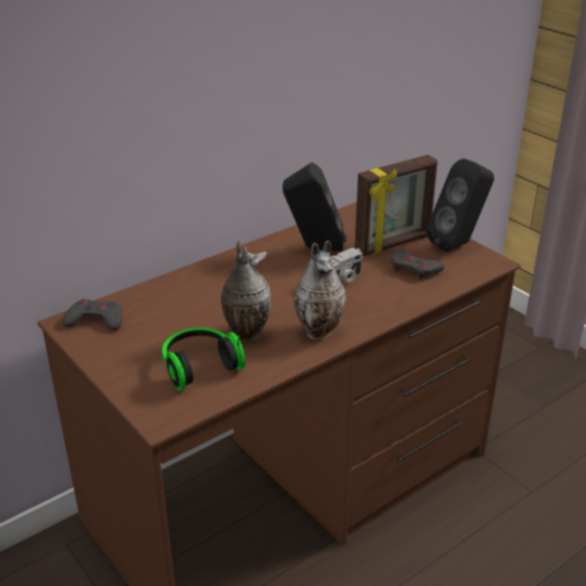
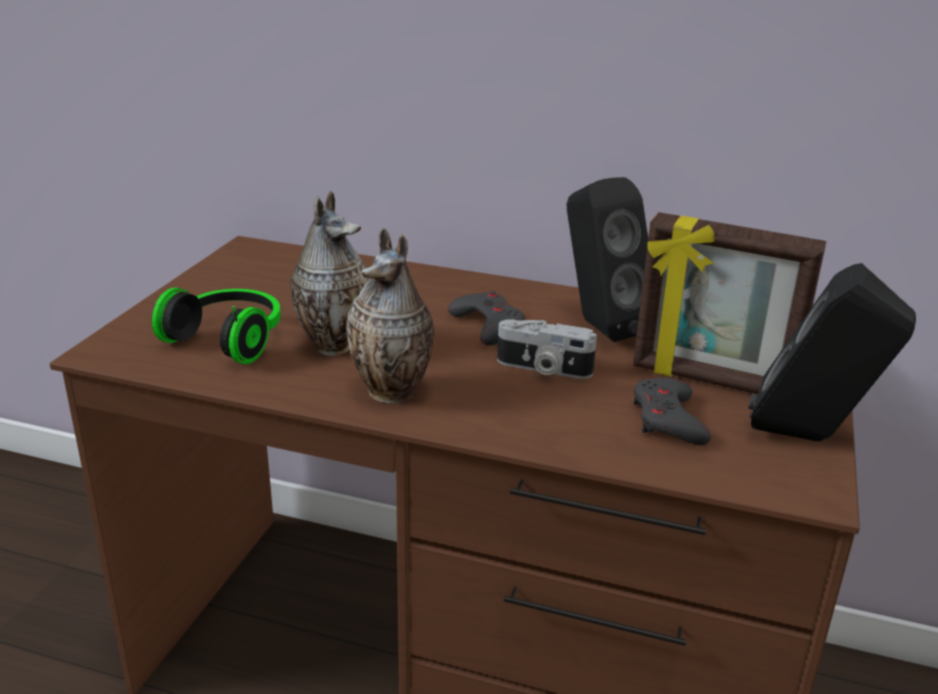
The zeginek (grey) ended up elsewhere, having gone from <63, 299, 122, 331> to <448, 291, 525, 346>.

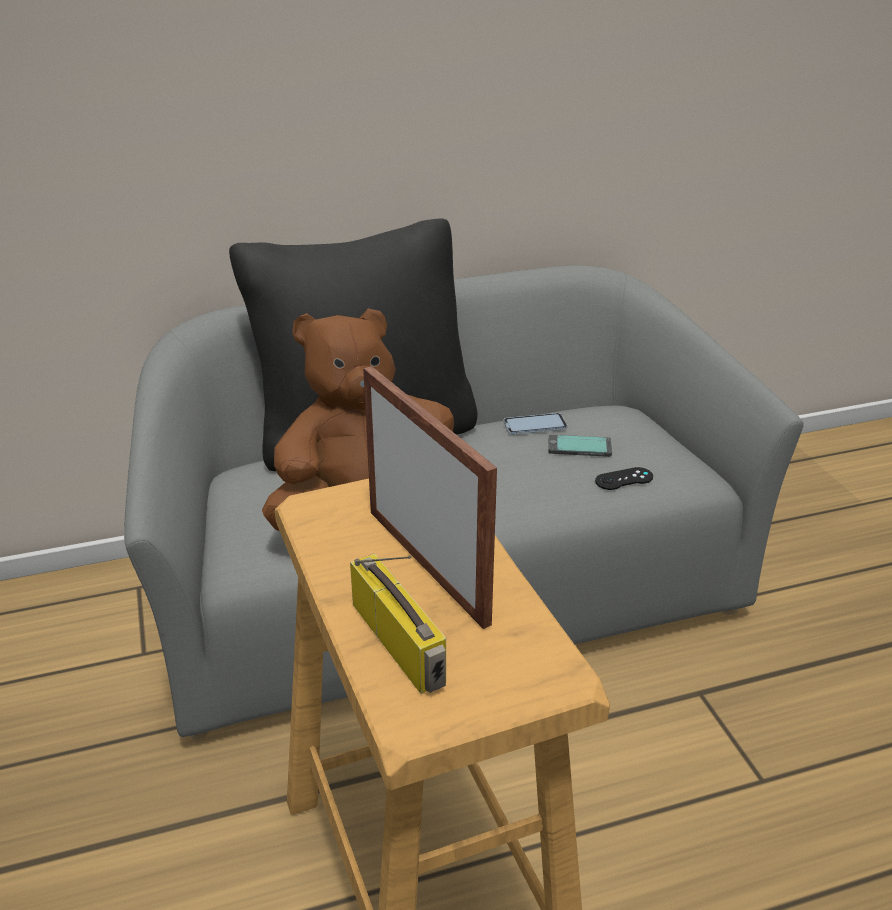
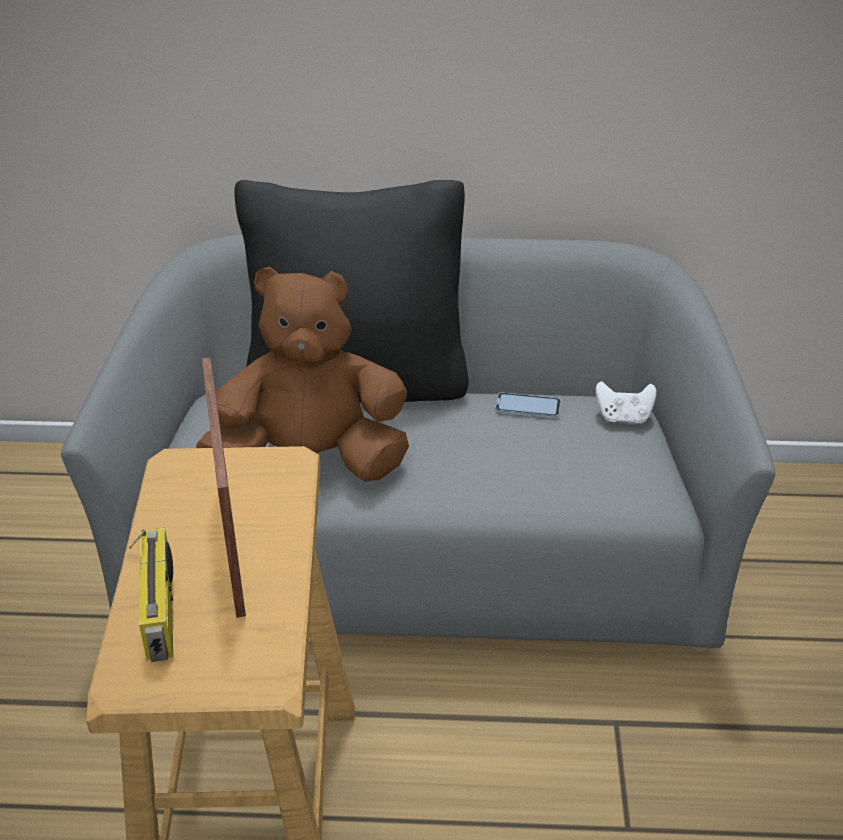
The second view lost the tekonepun at <548, 435, 612, 457>.
The second view lost the zeginek (black) at <595, 467, 653, 490>.
The second view gained the zeginek (white) at <595, 381, 657, 424>.

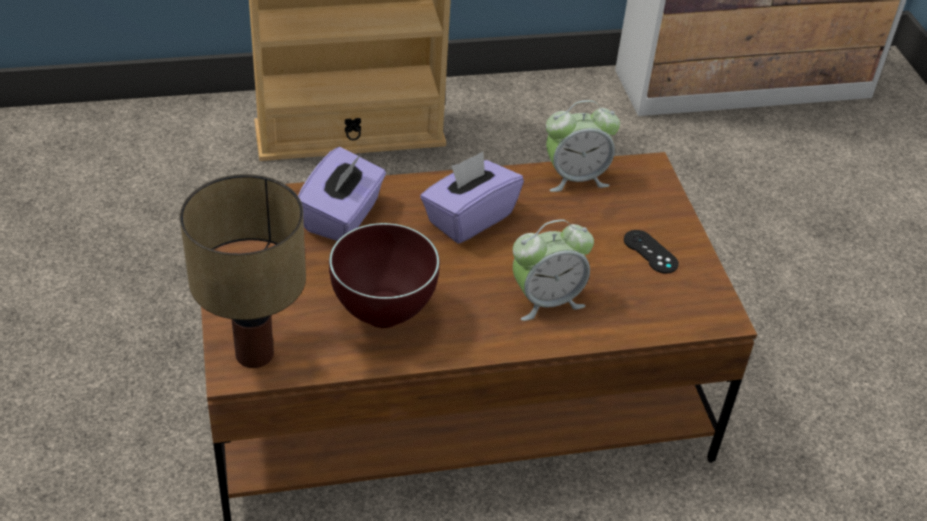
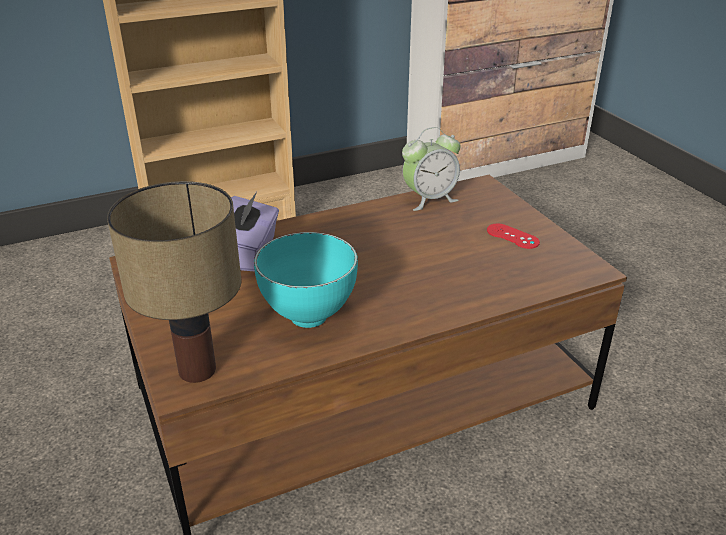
The second view lost the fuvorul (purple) at <420, 151, 524, 243>.
The second view lost the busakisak at <513, 219, 594, 321>.
What was the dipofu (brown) at <329, 223, 440, 328> turned into the dipofu (turquoise) at <254, 232, 358, 328>.
What was the zeginek (black) at <624, 230, 679, 274> turned into the zeginek (red) at <487, 224, 540, 249>.

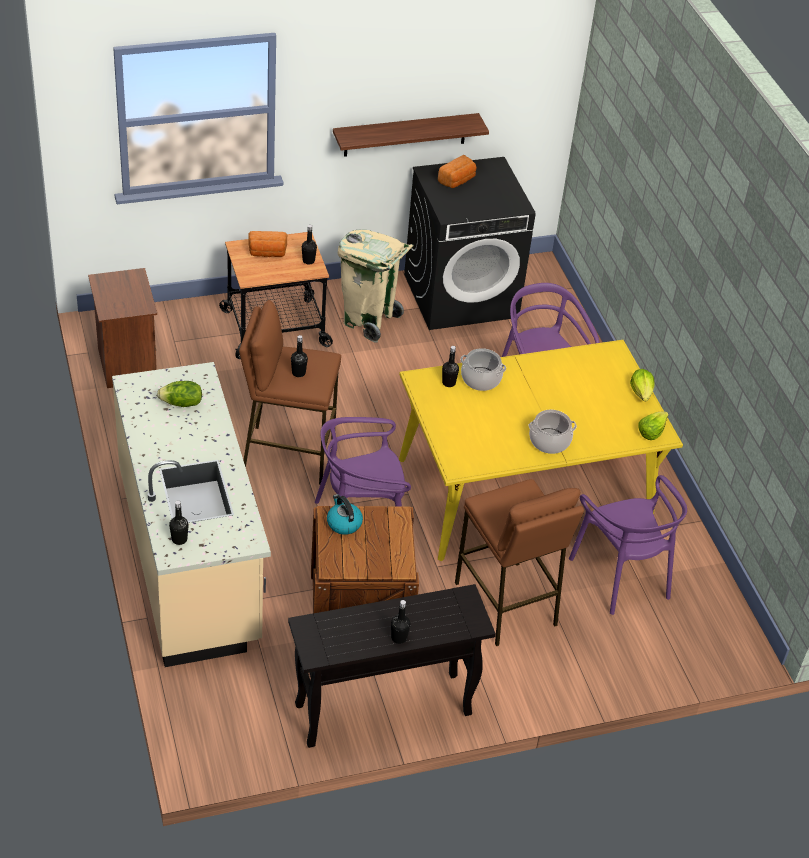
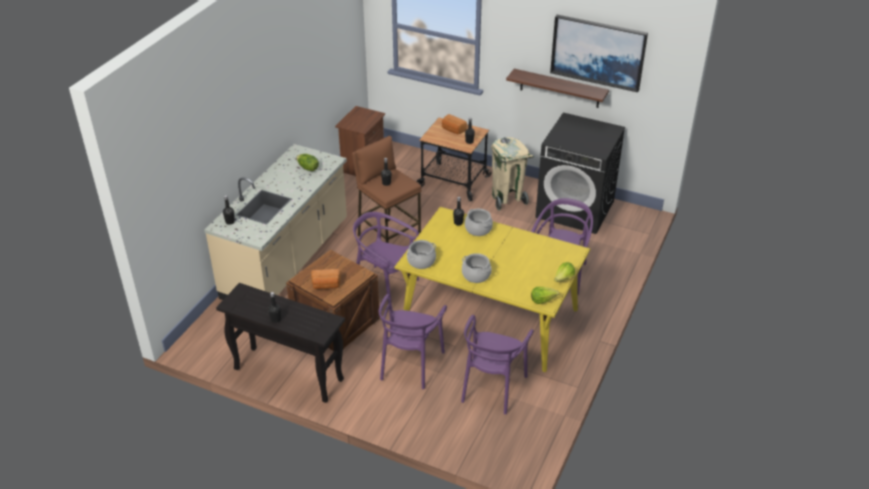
The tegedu ended up elsewhere, having gone from <438, 155, 477, 188> to <311, 269, 341, 289>.
Where the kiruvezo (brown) stood at <455, 479, 584, 646>, the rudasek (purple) came to stand at <379, 294, 447, 389>.
The second view lost the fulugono at <327, 494, 363, 535>.
The second view gained the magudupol at <550, 15, 648, 92>.
The second view gained the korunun at <407, 240, 436, 269>.

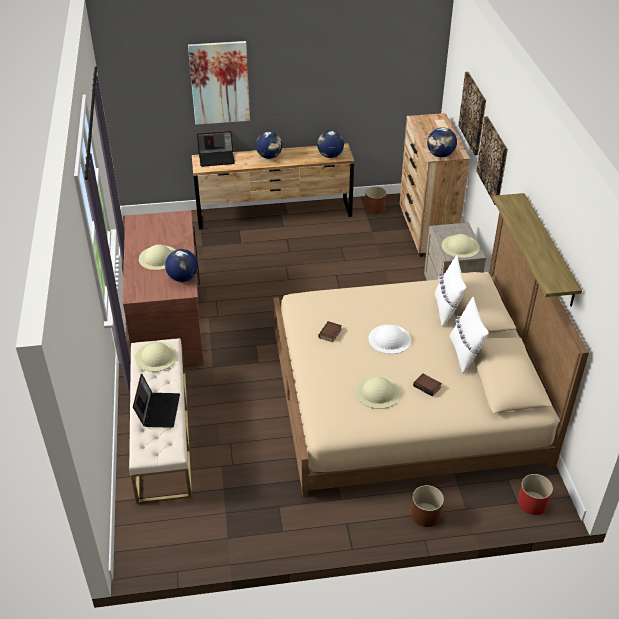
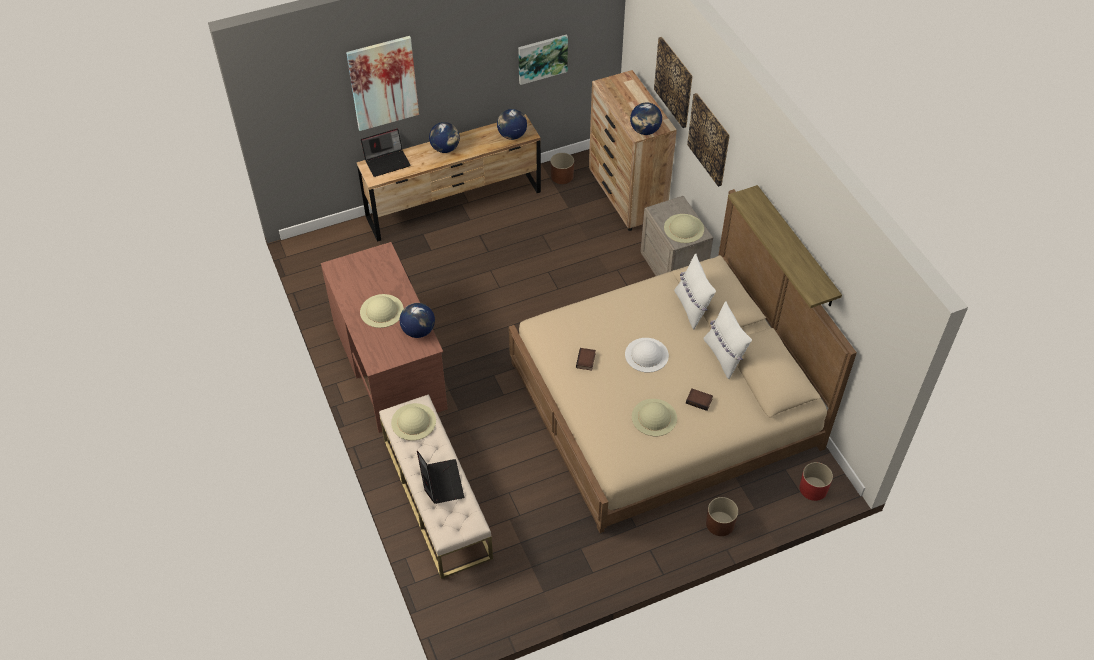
The second view gained the magudupol at <518, 34, 568, 85>.

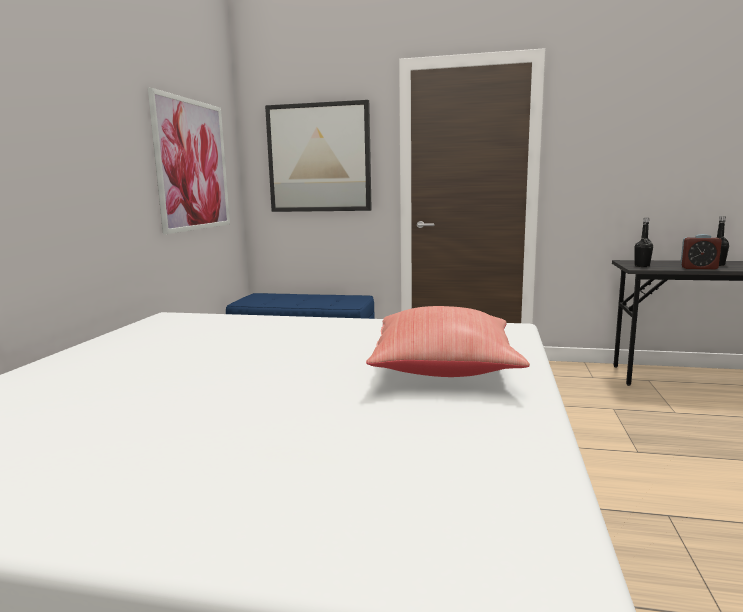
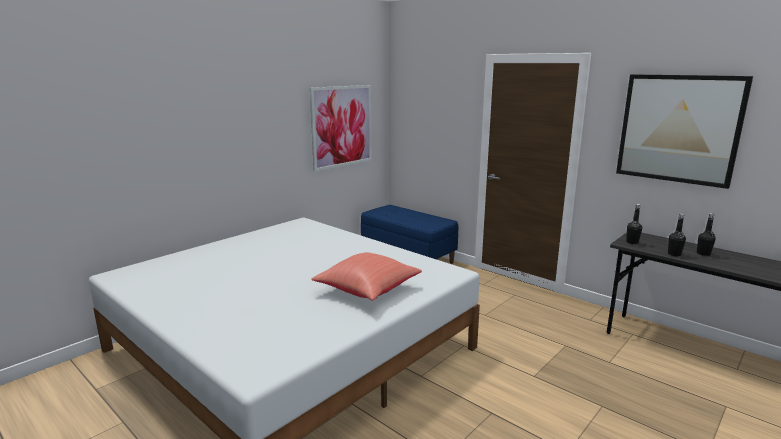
The magudupol ended up elsewhere, having gone from <265, 100, 372, 212> to <616, 74, 753, 189>.
Where the busakisak stood at <680, 234, 722, 269>, the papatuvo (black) came to stand at <668, 214, 686, 256>.

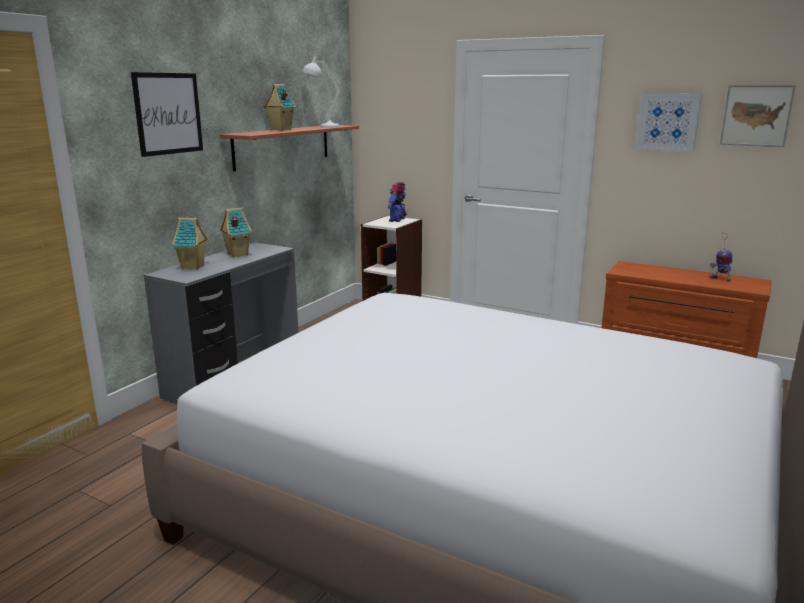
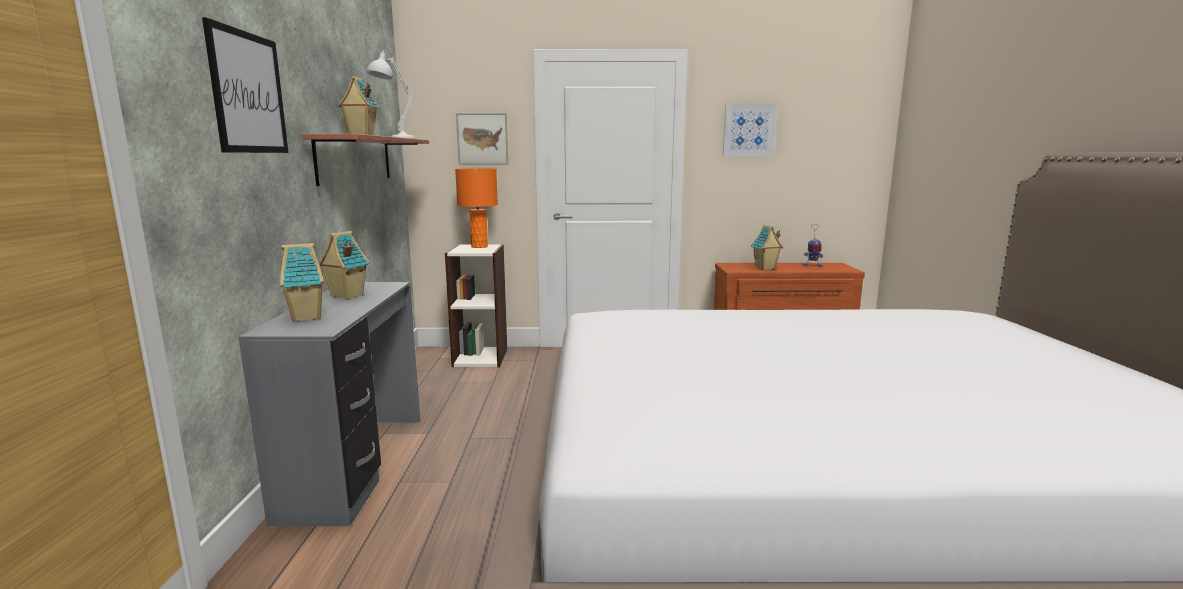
The magudupol ended up elsewhere, having gone from <720, 85, 796, 147> to <456, 113, 508, 165>.
Where the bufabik stood at <388, 182, 407, 222>, the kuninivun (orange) came to stand at <455, 168, 498, 248>.
The second view gained the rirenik at <751, 224, 783, 270>.

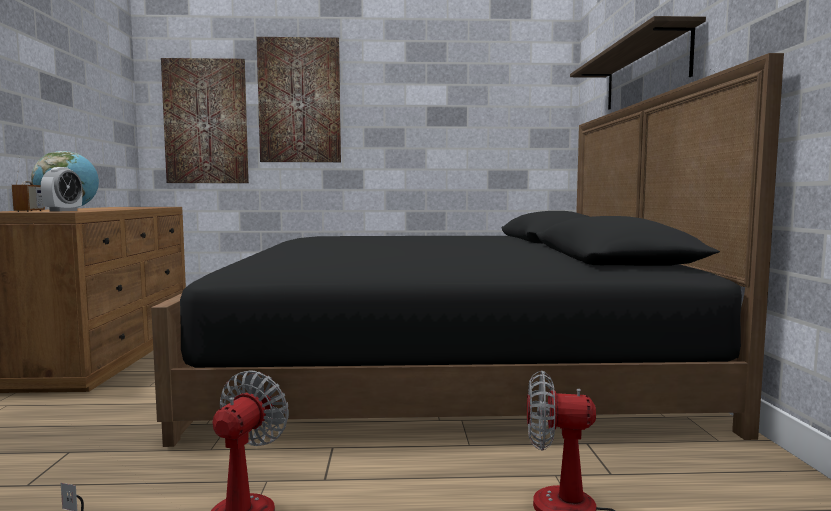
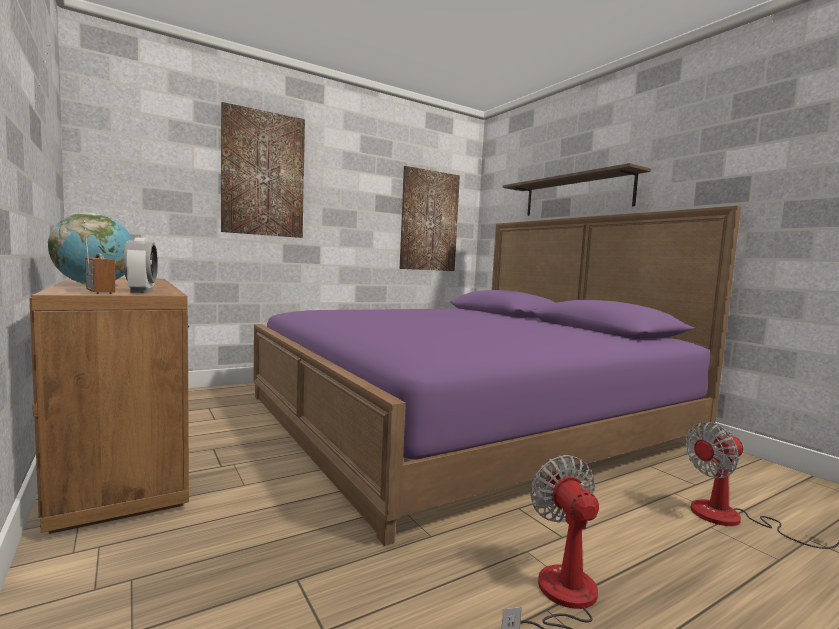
What was the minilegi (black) at <151, 53, 784, 447> turned into the minilegi (purple) at <253, 206, 741, 546>.
The magudupol ended up elsewhere, having gone from <161, 58, 249, 183> to <400, 166, 460, 271>.

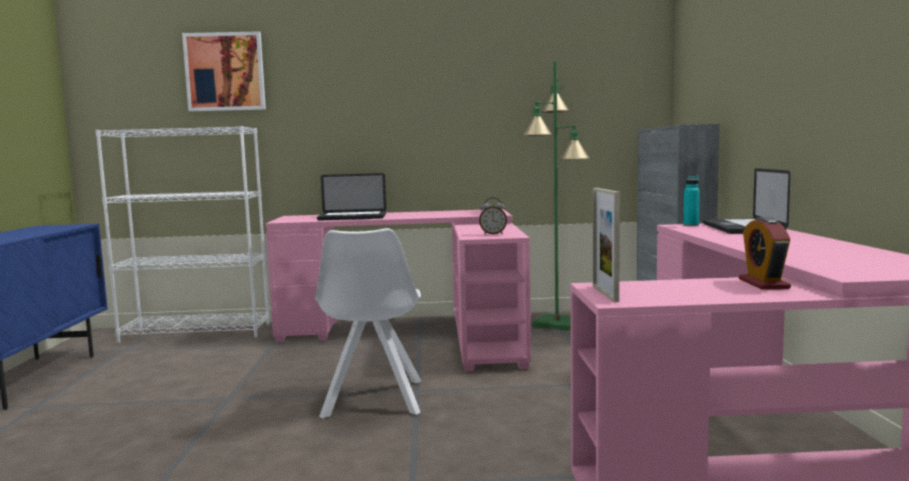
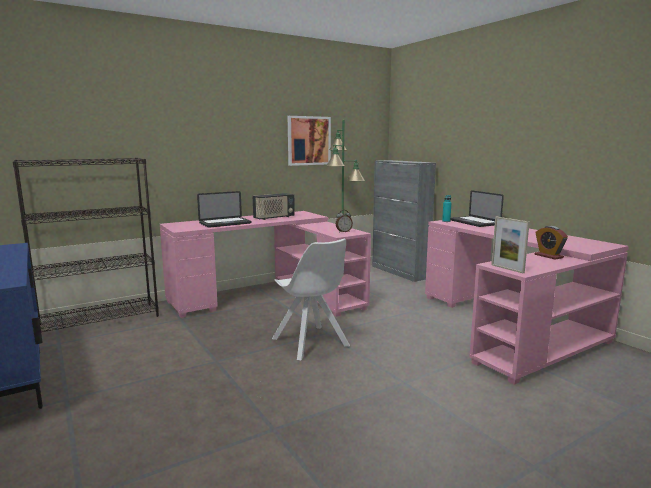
The magudupol ended up elsewhere, having gone from <182, 31, 266, 111> to <288, 116, 331, 166>.
What was the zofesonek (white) at <96, 126, 270, 343> turned into the zofesonek (black) at <13, 158, 159, 332>.
The second view gained the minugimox at <253, 193, 295, 220>.

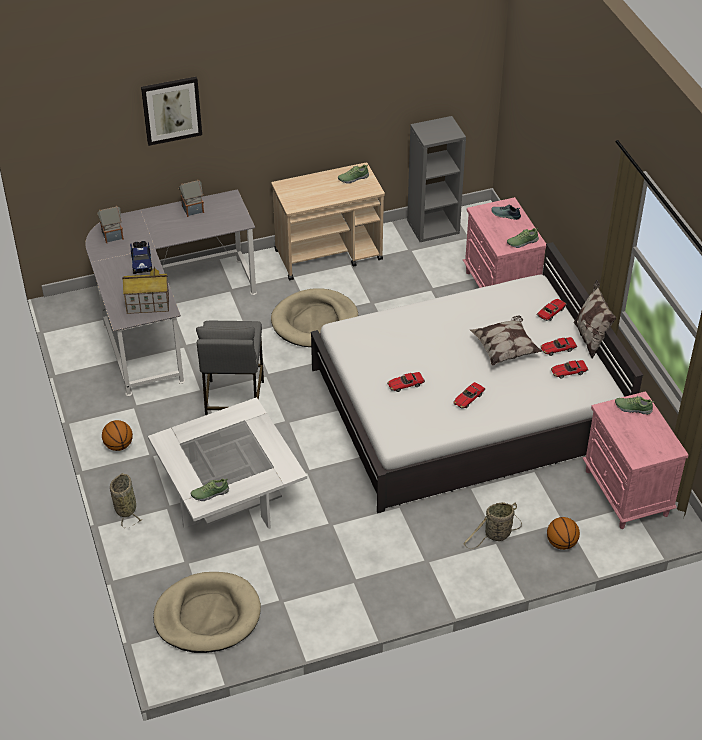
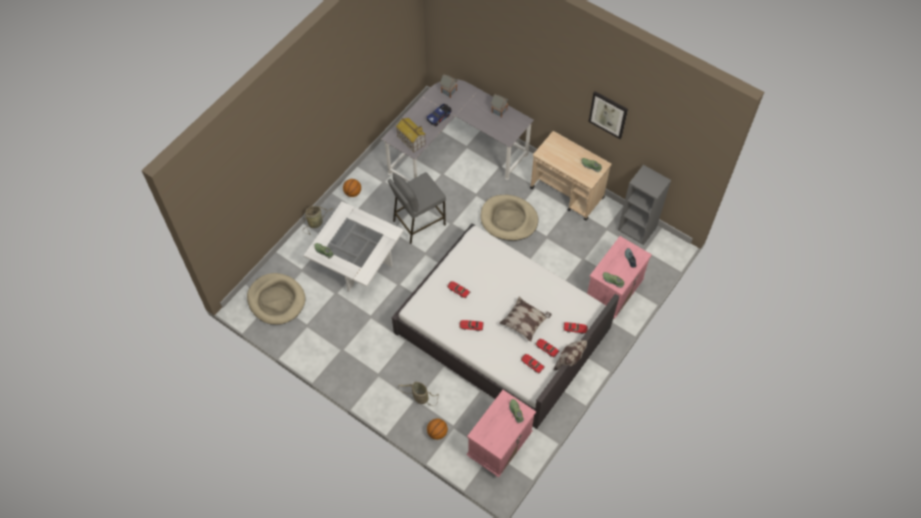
The magudupol ended up elsewhere, having gone from <141, 77, 202, 146> to <589, 91, 628, 139>.

